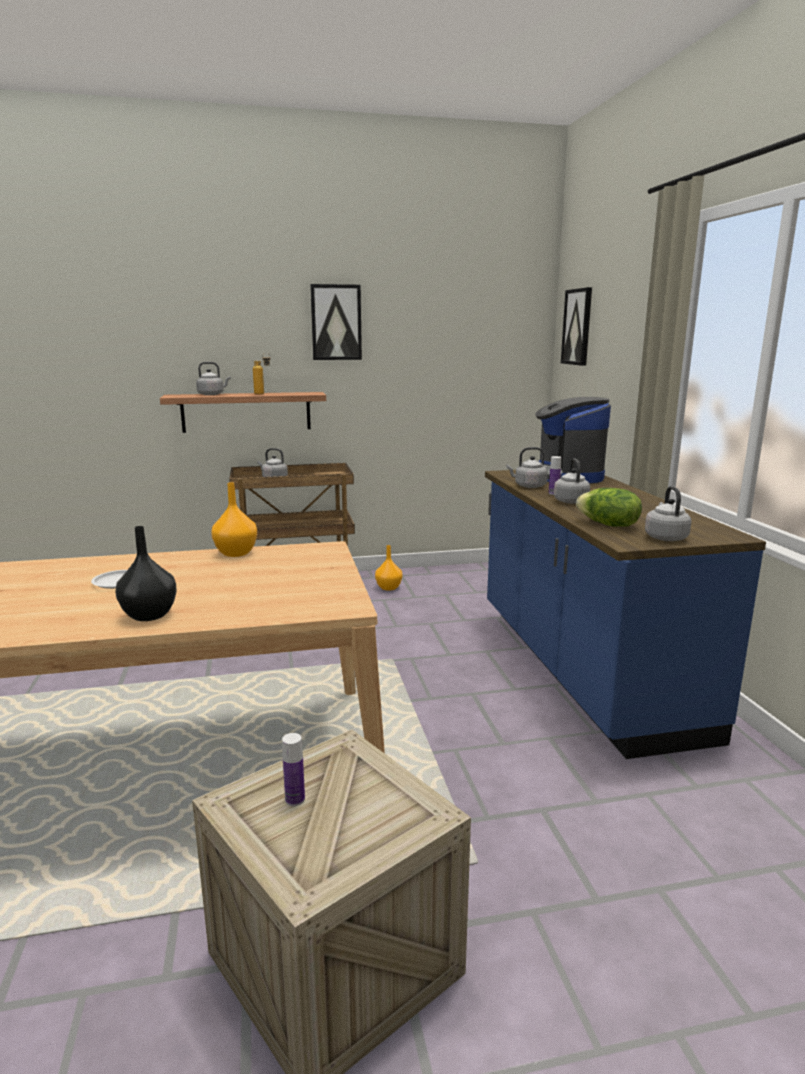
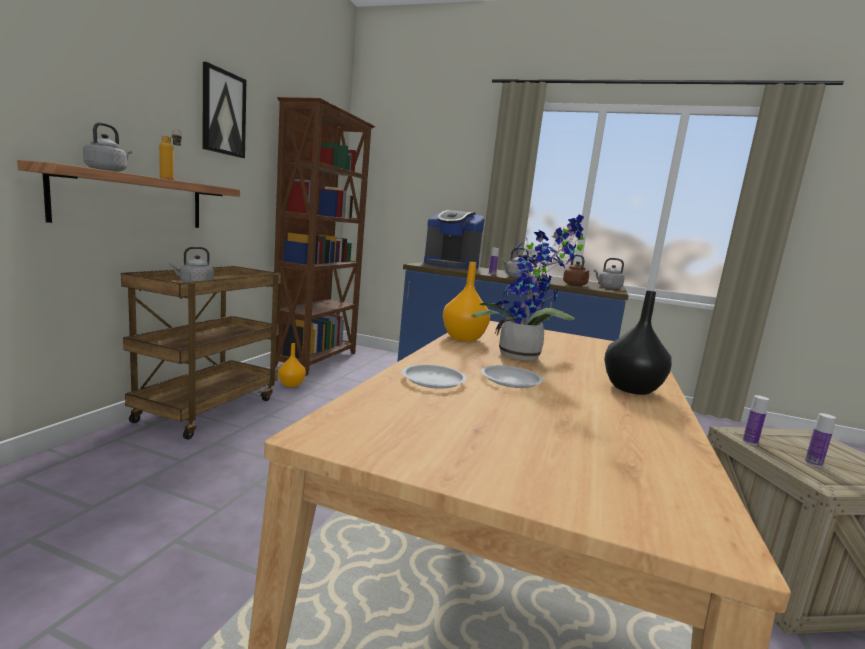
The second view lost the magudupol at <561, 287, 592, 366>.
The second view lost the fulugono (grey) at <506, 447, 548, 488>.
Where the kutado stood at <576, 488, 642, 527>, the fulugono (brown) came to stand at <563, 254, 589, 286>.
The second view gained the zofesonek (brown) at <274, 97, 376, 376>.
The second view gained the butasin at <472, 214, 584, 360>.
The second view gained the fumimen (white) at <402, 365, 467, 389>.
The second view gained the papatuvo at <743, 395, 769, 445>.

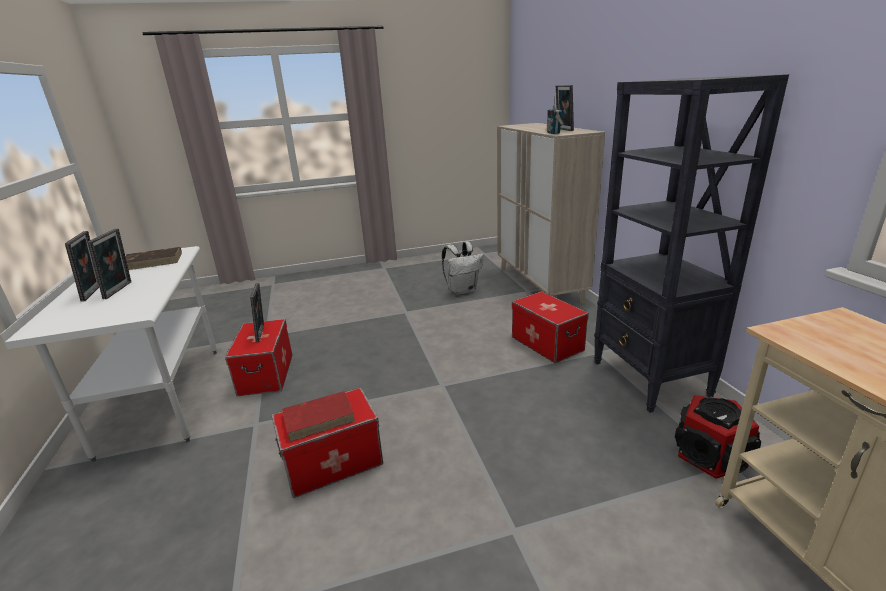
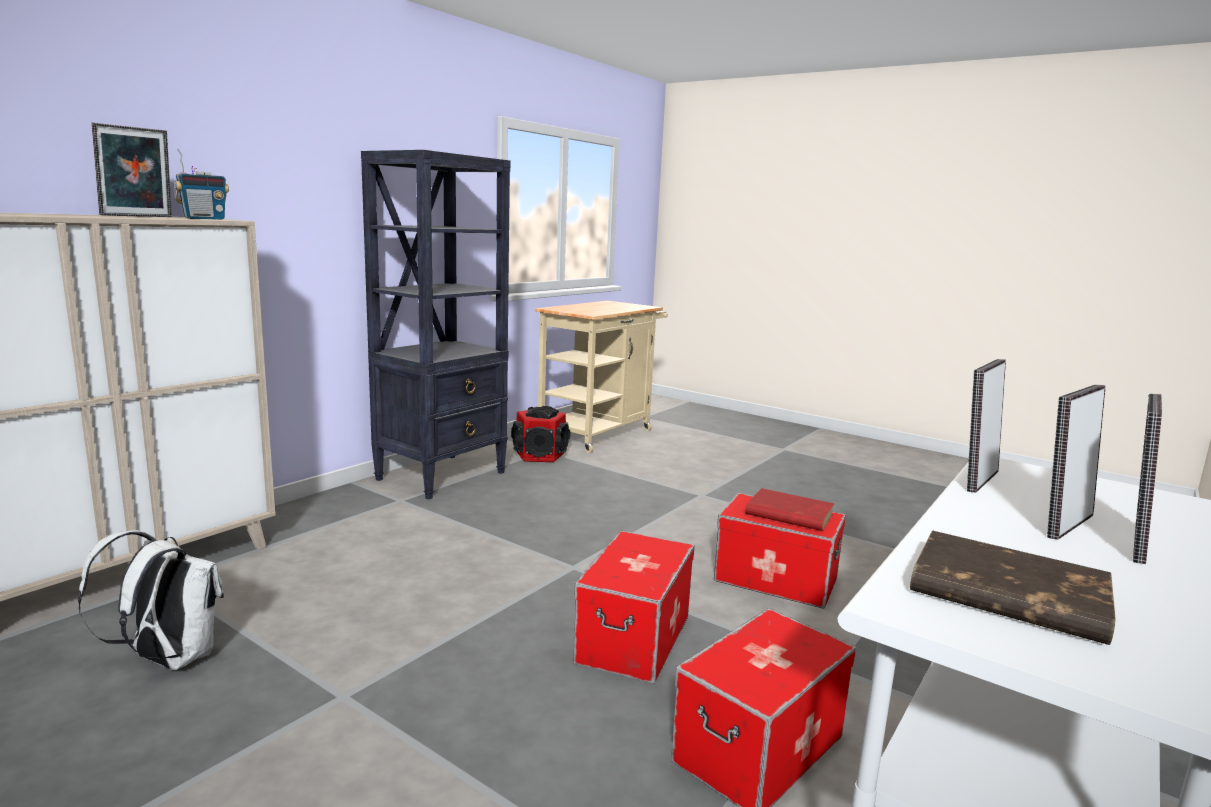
The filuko ended up elsewhere, having gone from <250, 283, 264, 342> to <967, 359, 1006, 493>.
The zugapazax ended up elsewhere, having gone from <512, 291, 589, 363> to <573, 531, 695, 684>.

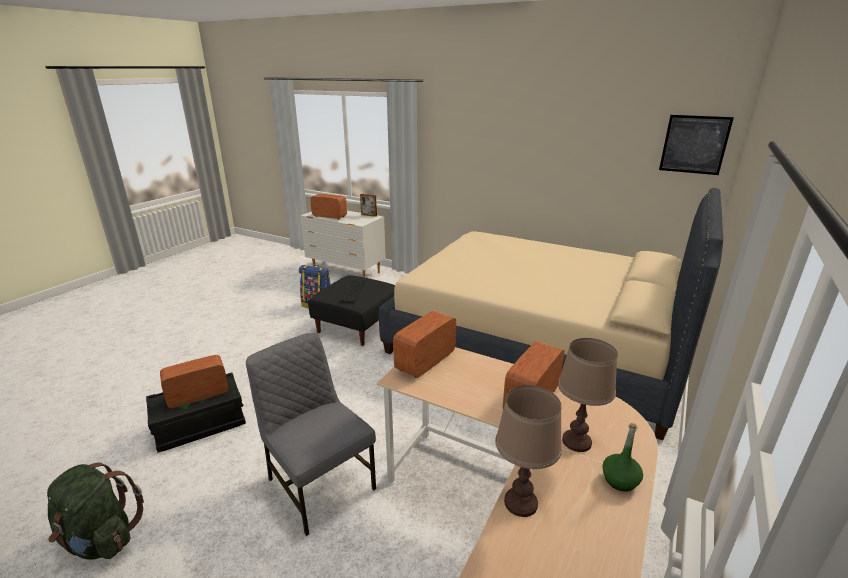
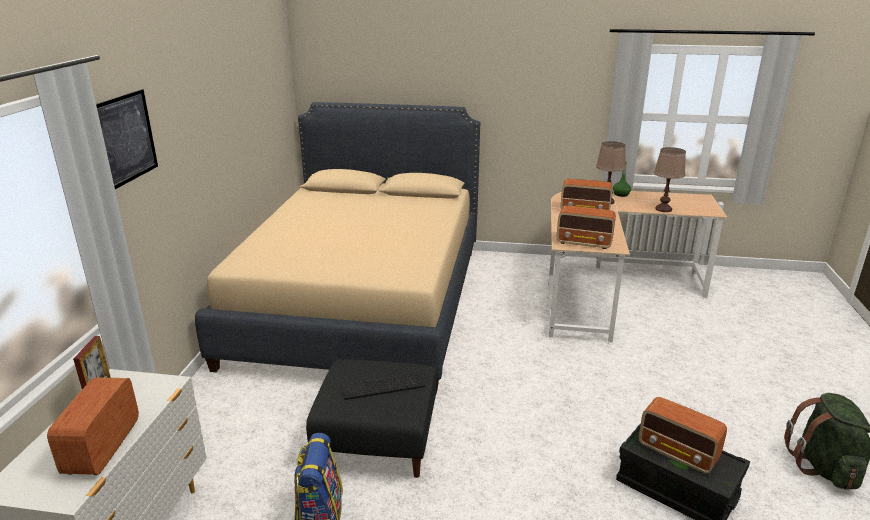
The magudupol ended up elsewhere, having gone from <659, 115, 734, 175> to <96, 89, 158, 189>.
The second view lost the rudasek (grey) at <246, 333, 376, 536>.

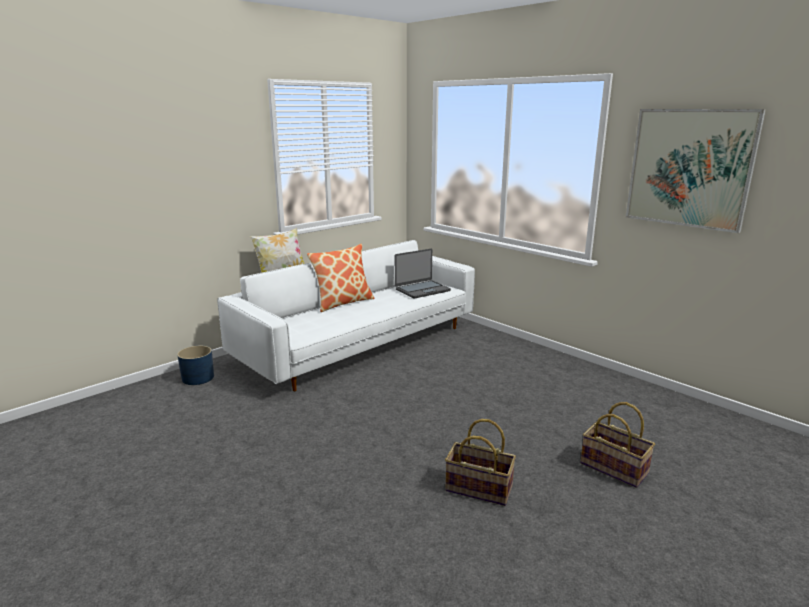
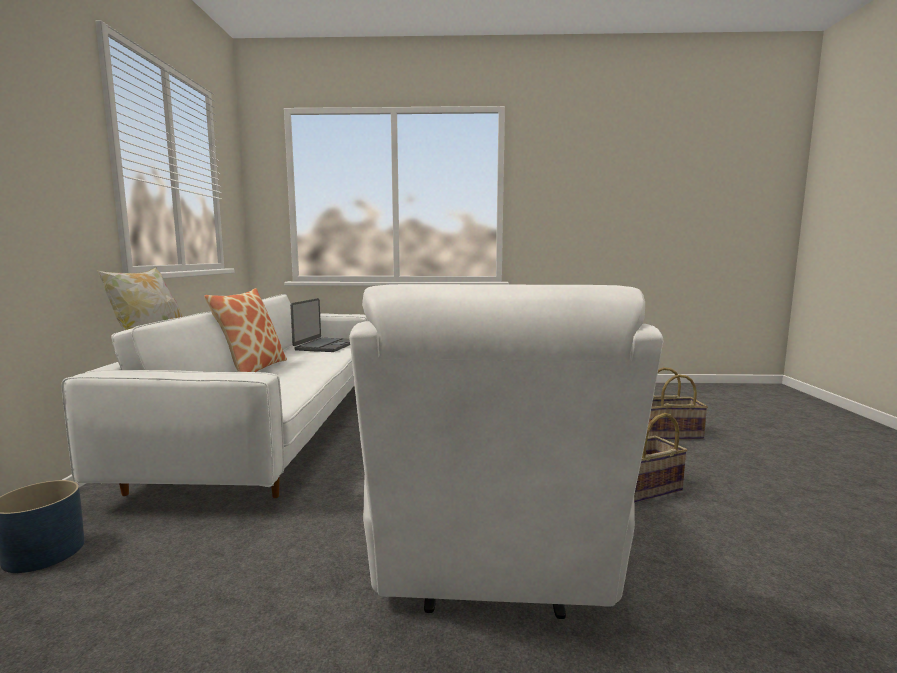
The second view lost the magudupol at <626, 109, 766, 233>.
The second view gained the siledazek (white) at <349, 284, 664, 619>.

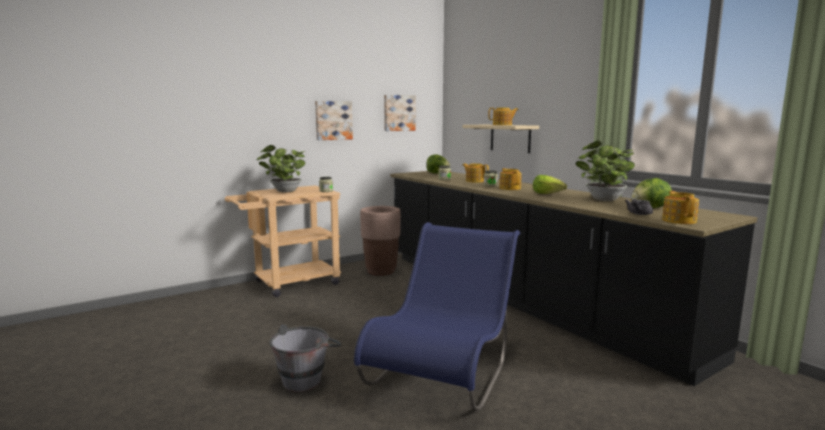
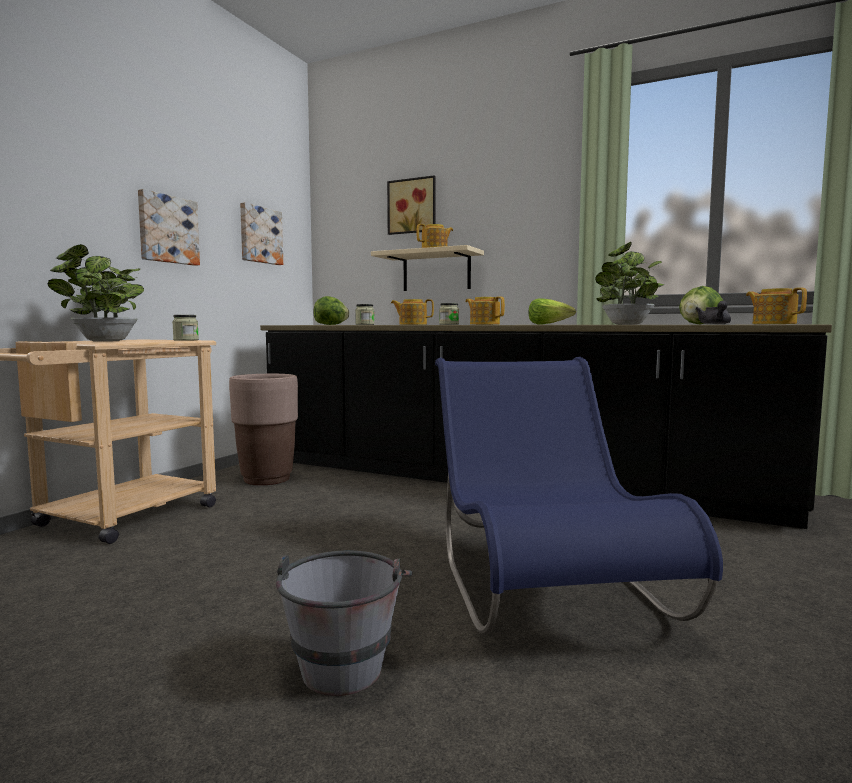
The second view gained the magudupol at <387, 175, 436, 235>.

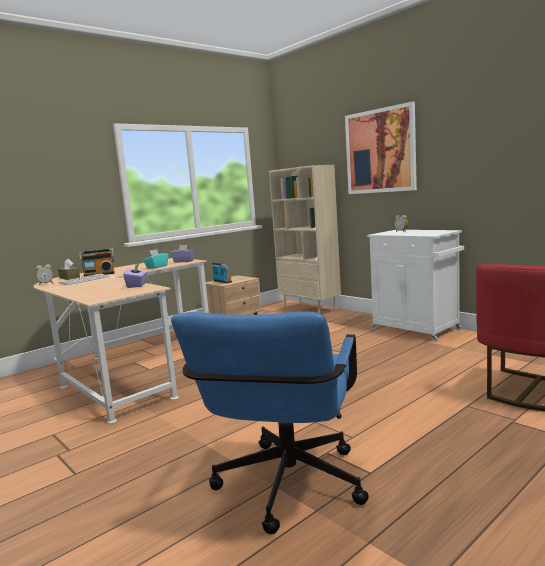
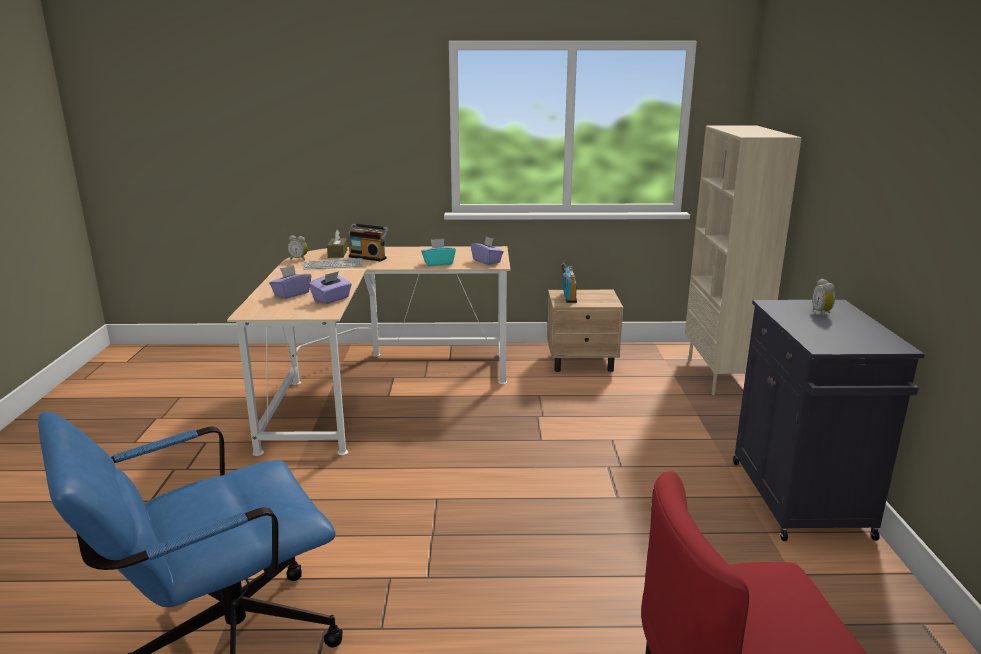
The second view lost the magudupol at <345, 101, 417, 194>.
What was the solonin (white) at <367, 230, 464, 342> turned into the solonin (black) at <733, 300, 925, 541>.
The second view gained the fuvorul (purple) at <269, 265, 311, 299>.

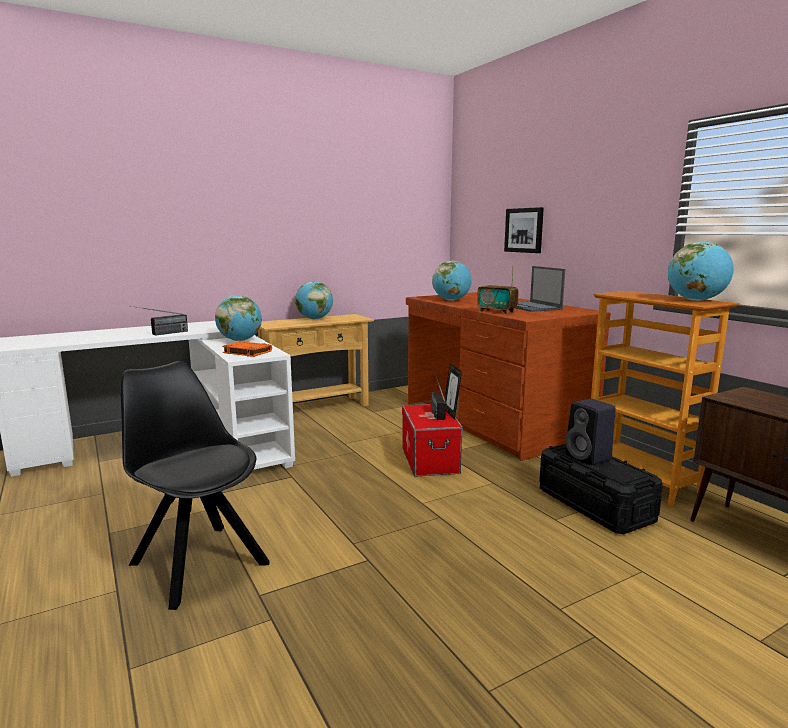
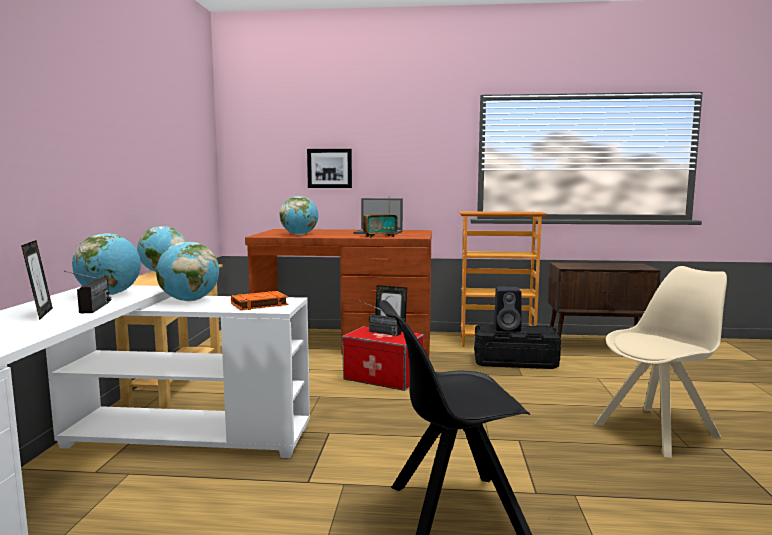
The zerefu ended up elsewhere, having gone from <668, 242, 734, 301> to <72, 233, 141, 295>.
The second view gained the filuko at <21, 240, 53, 320>.
The second view gained the rudasek (beige) at <595, 266, 727, 458>.

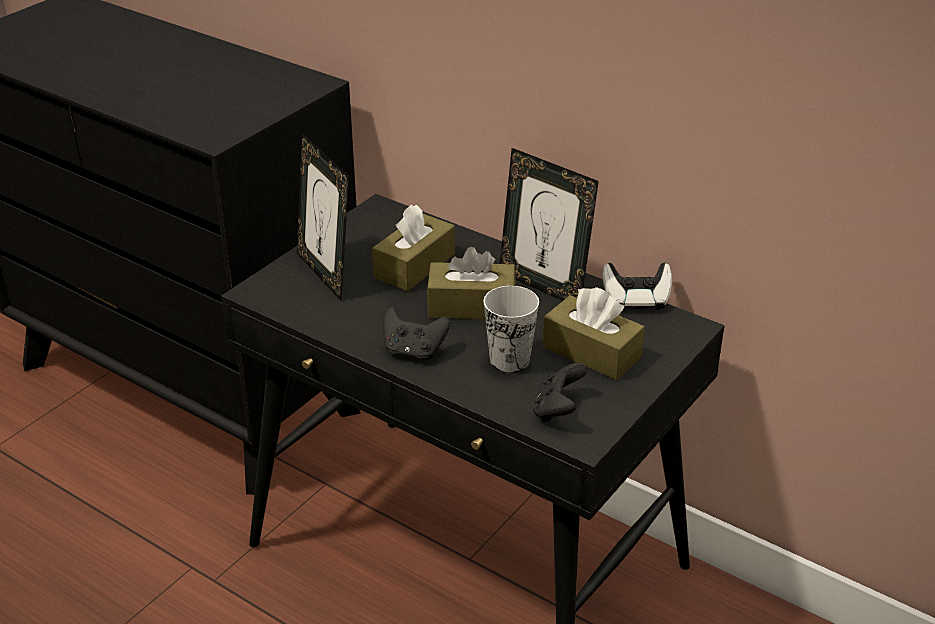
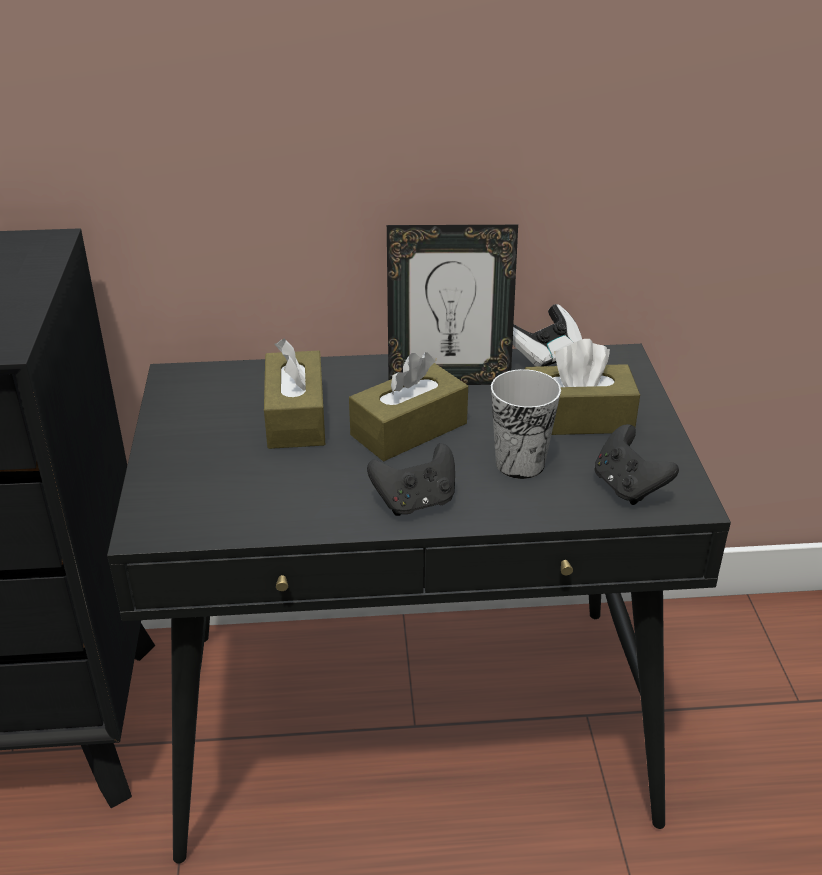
The second view lost the filuko at <297, 133, 349, 301>.

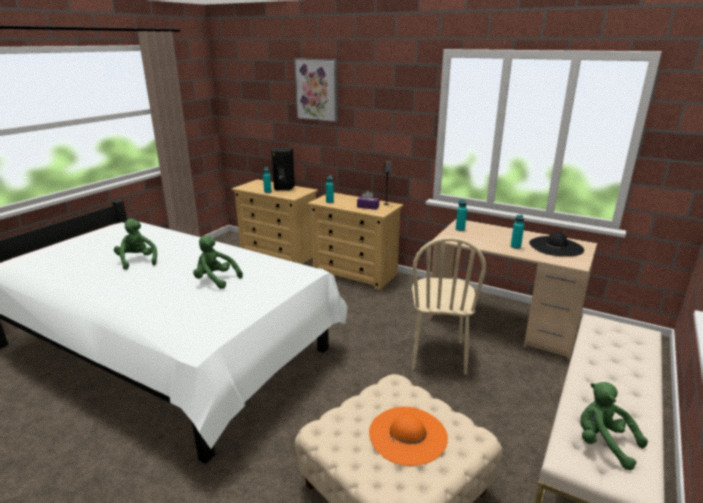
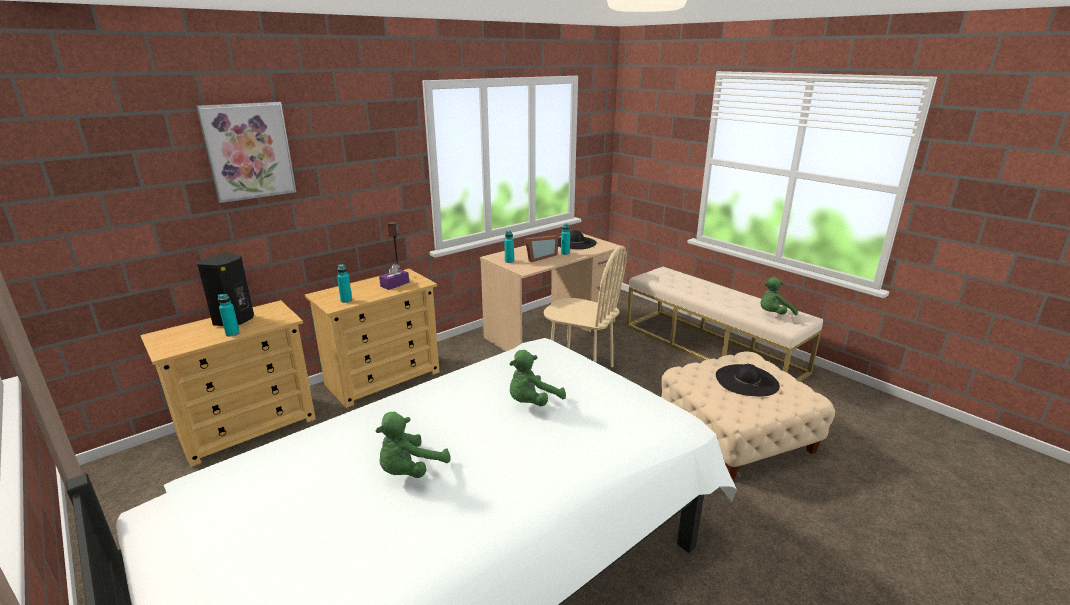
The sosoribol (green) at <114, 218, 157, 270> ended up facing another way, 45 degrees counterclockwise from before.
What was the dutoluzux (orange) at <369, 407, 448, 466> turned into the dutoluzux (black) at <716, 364, 780, 397>.
The second view gained the filuko at <525, 235, 558, 262>.

